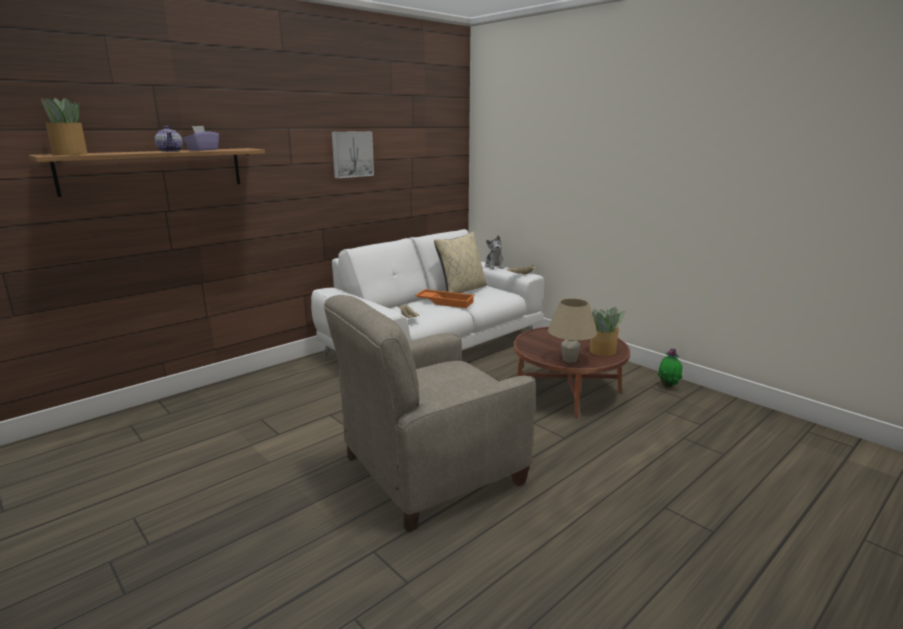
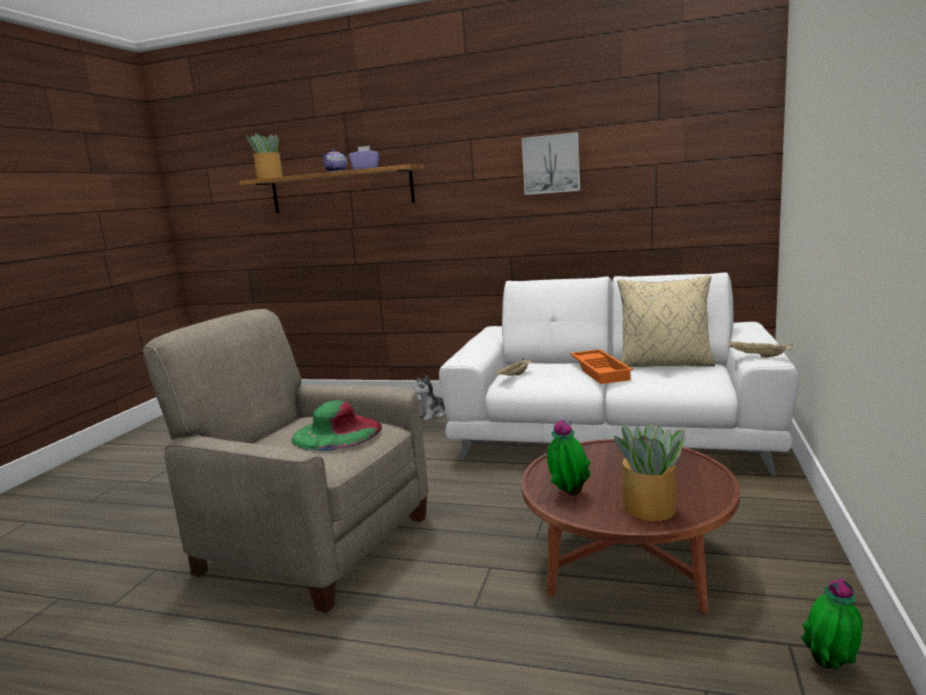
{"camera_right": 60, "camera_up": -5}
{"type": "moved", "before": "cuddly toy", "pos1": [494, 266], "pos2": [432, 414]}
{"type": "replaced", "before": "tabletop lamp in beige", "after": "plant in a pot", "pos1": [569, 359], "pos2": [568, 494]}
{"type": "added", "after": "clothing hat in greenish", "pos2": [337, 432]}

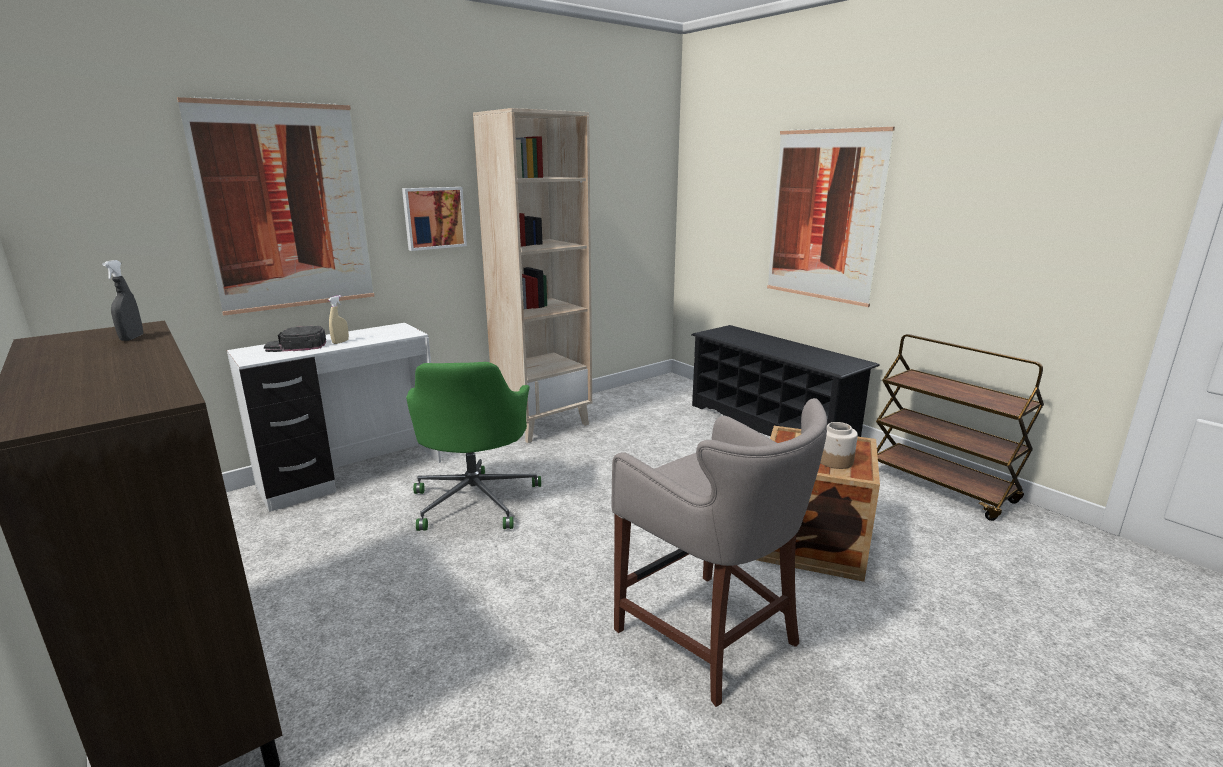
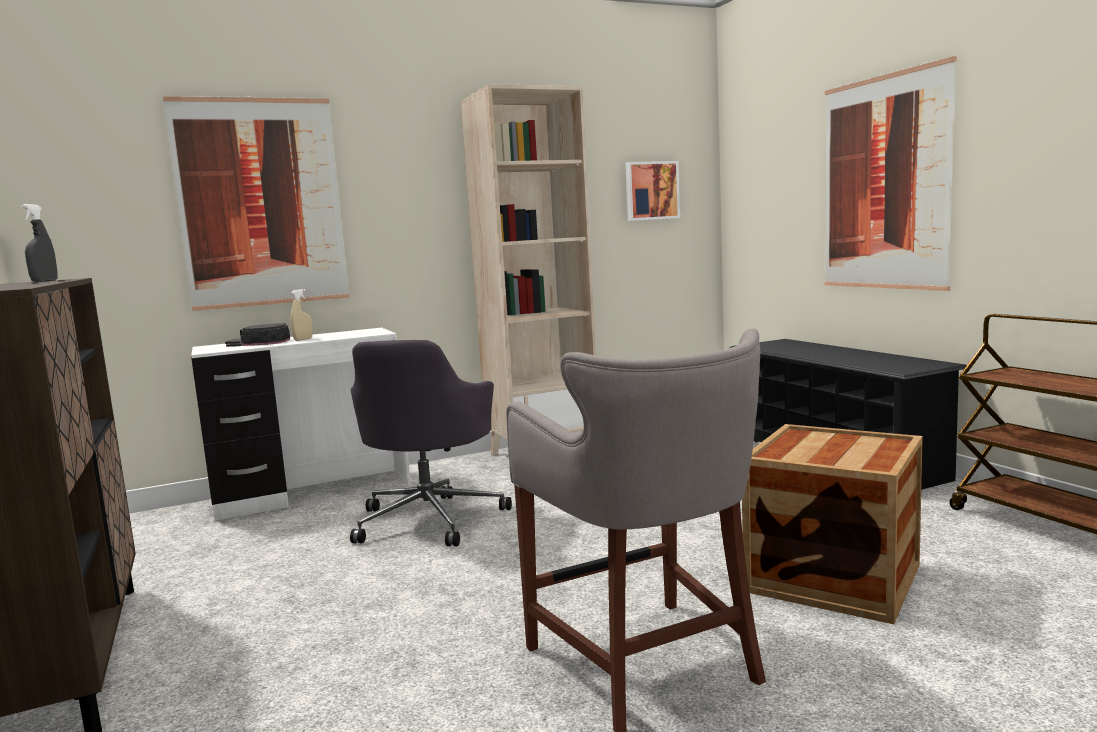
{"camera_right": 15, "camera_up": -10}
{"type": "moved", "before": "picture", "pos1": [434, 218], "pos2": [651, 191]}
{"type": "recoloured", "before": "computer chair in greenish", "after": "computer chair in grey", "pos1": [475, 499], "pos2": [430, 519]}
{"type": "removed", "before": "jar", "pos1": [835, 461]}

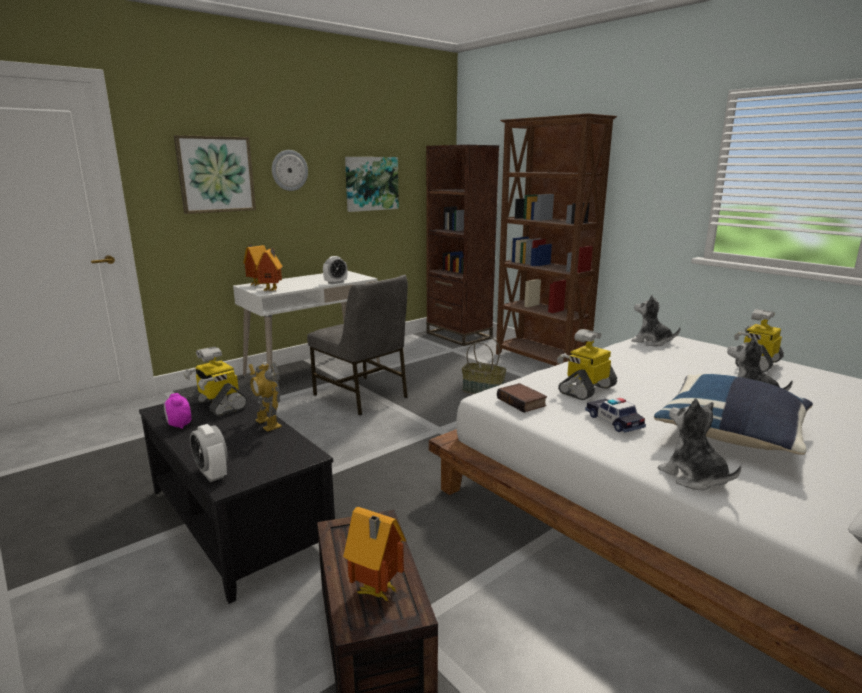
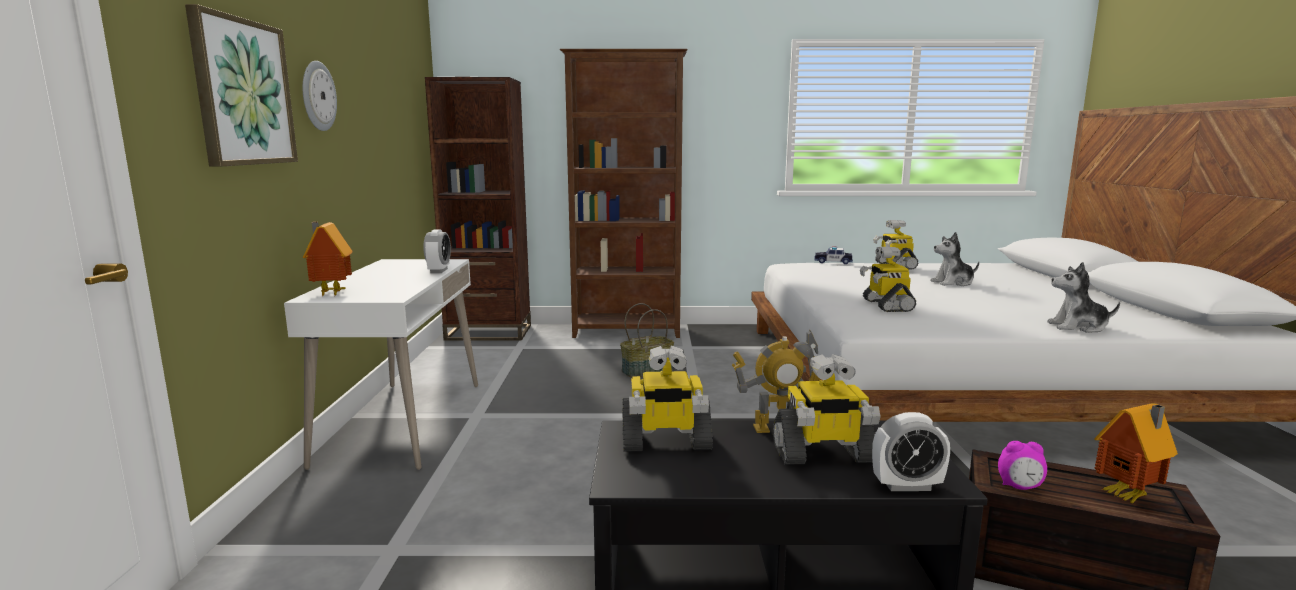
{"camera_right": -50, "camera_up": -5}
{"type": "removed", "before": "picture", "pos1": [371, 183]}
{"type": "removed", "before": "model house", "pos1": [272, 290]}
{"type": "removed", "before": "plain chair in grey", "pos1": [362, 396]}
{"type": "removed", "before": "cuddly toy", "pos1": [651, 342]}
{"type": "removed", "before": "cushion in blue-coloured", "pos1": [731, 435]}
{"type": "removed", "before": "volume", "pos1": [522, 402]}
{"type": "moved", "before": "alarm clock", "pos1": [179, 425], "pos2": [1019, 487]}
{"type": "moved", "before": "toy car", "pos1": [614, 421], "pos2": [833, 262]}
{"type": "added", "after": "model robot", "pos2": [823, 454]}

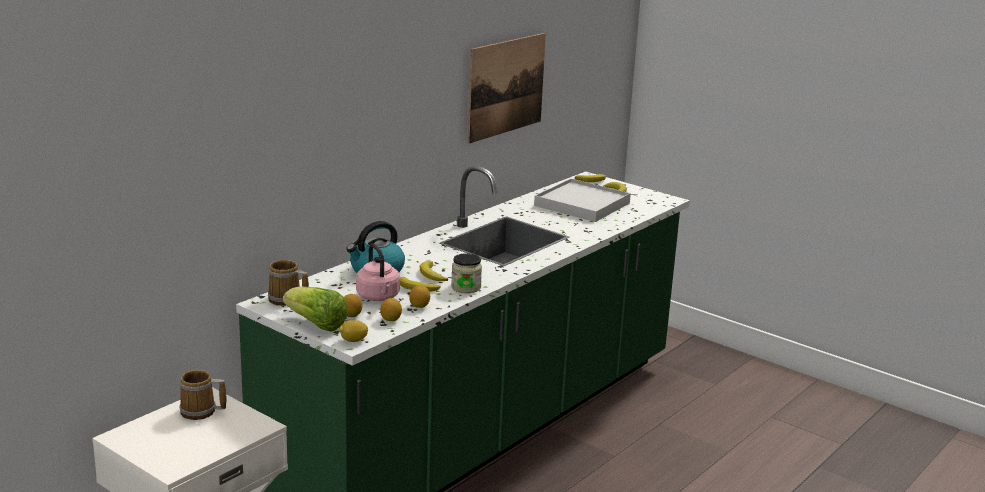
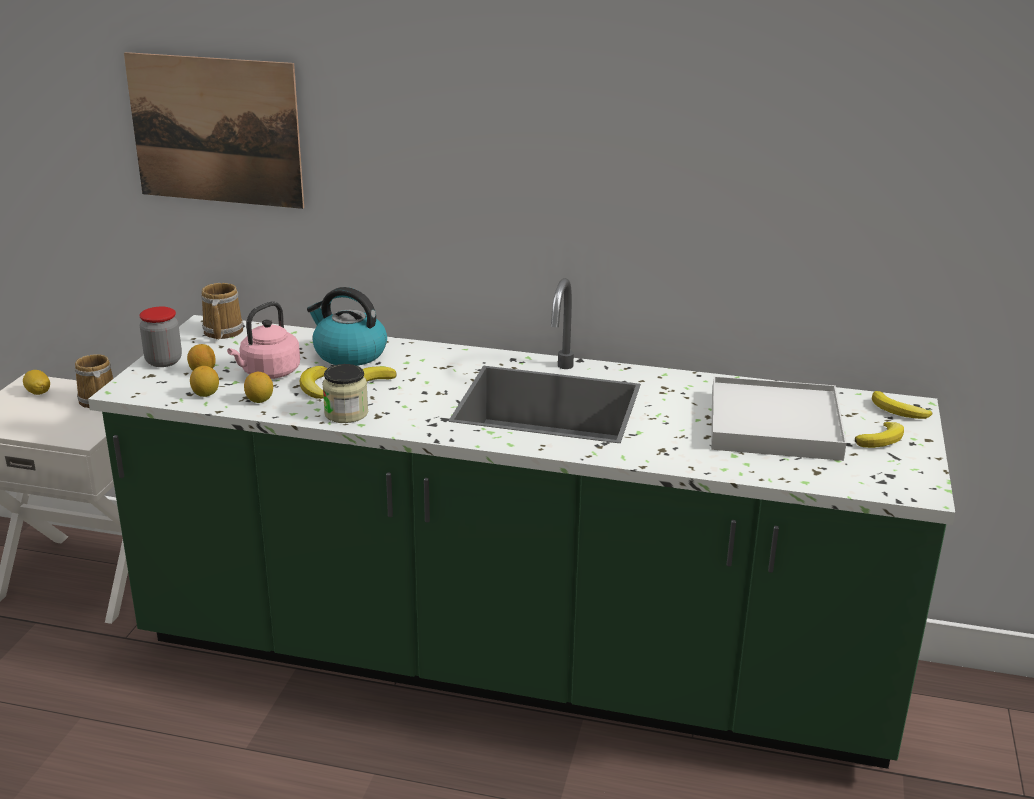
{"camera_right": 65, "camera_up": 5}
{"type": "moved", "before": "picture", "pos1": [506, 86], "pos2": [215, 130]}
{"type": "replaced", "before": "lettuce", "after": "jar", "pos1": [316, 324], "pos2": [163, 361]}
{"type": "moved", "before": "lemon", "pos1": [353, 340], "pos2": [38, 392]}

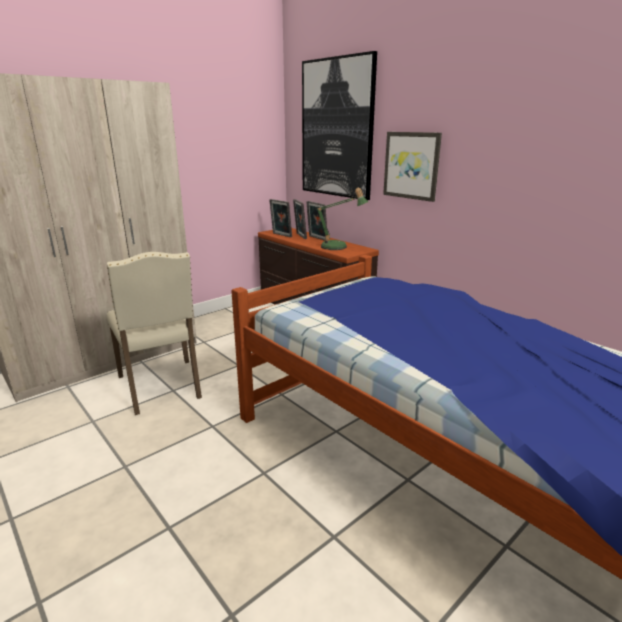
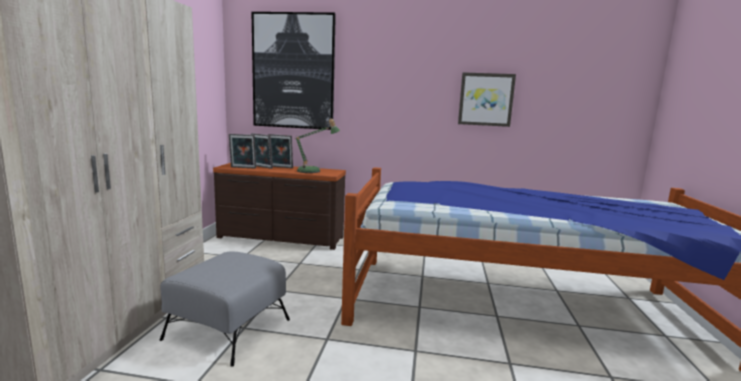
{"camera_right": -40, "camera_up": -10}
{"type": "moved", "before": "picture", "pos1": [411, 165], "pos2": [486, 99]}
{"type": "replaced", "before": "plain chair in beige", "after": "footrest in grey", "pos1": [161, 387], "pos2": [227, 329]}

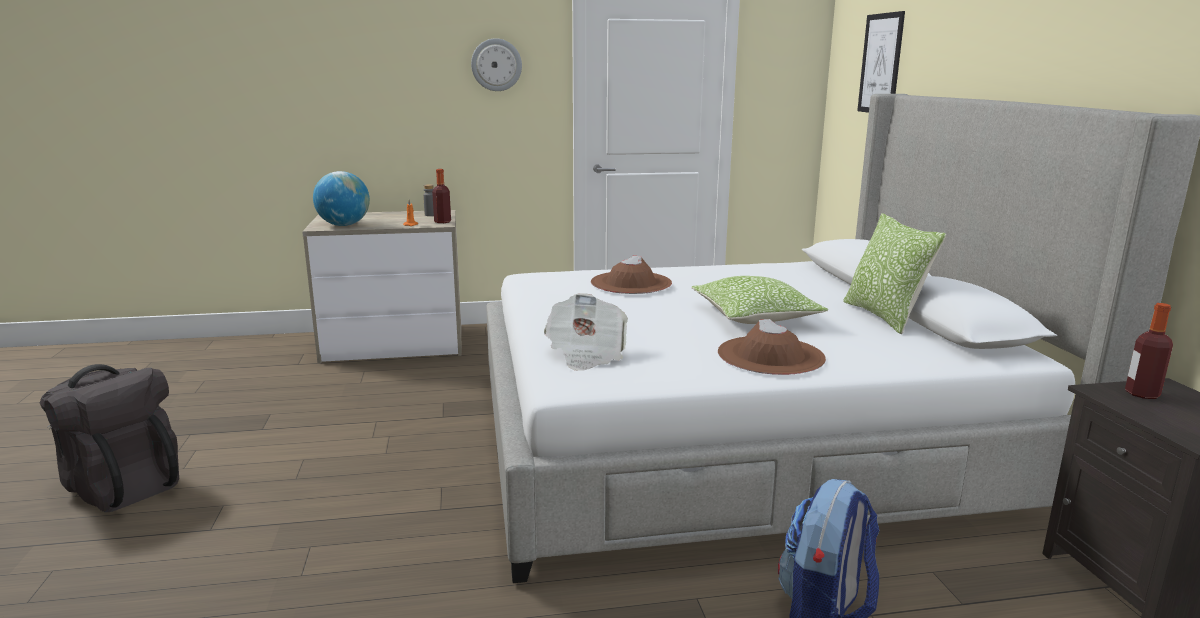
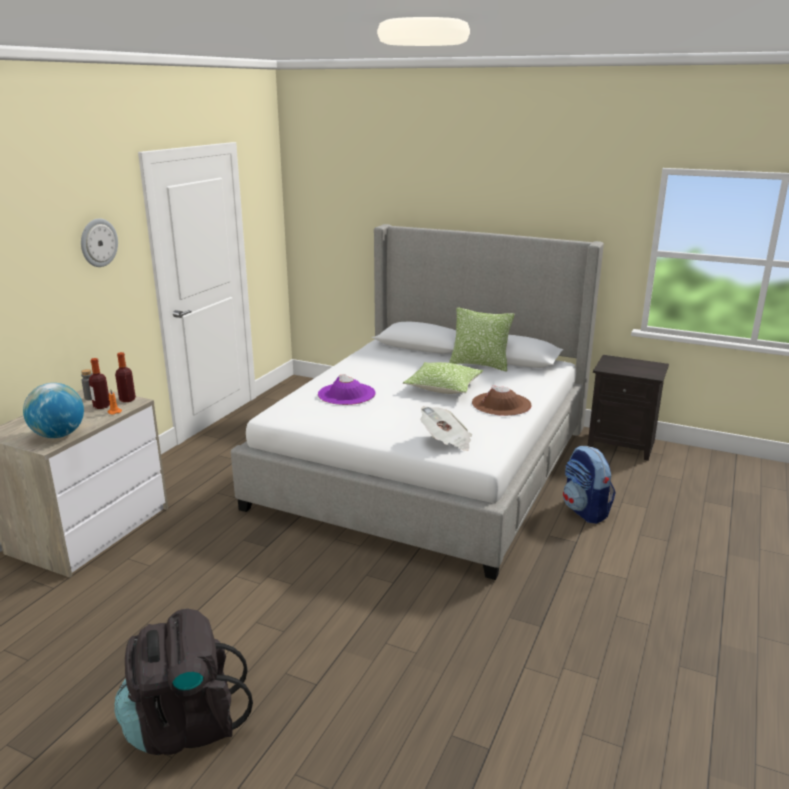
{"camera_right": -55, "camera_up": 5}
{"type": "removed", "before": "picture", "pos1": [880, 64]}
{"type": "recoloured", "before": "clothing hat in brown", "after": "clothing hat in purple", "pos1": [631, 283], "pos2": [346, 394]}
{"type": "moved", "before": "beverage bottle", "pos1": [1142, 394], "pos2": [101, 406]}

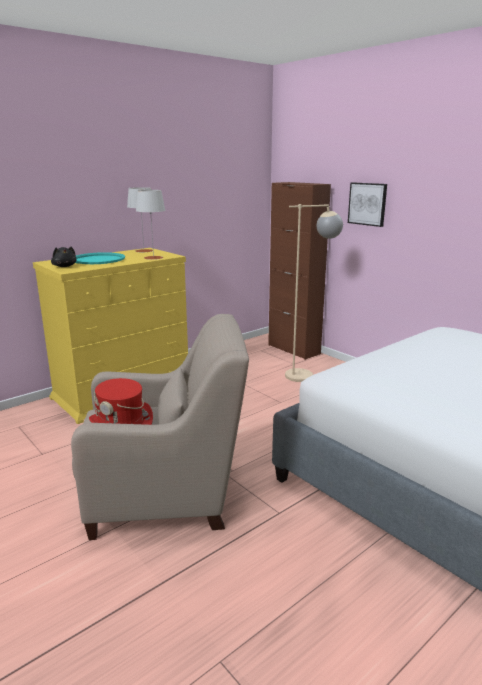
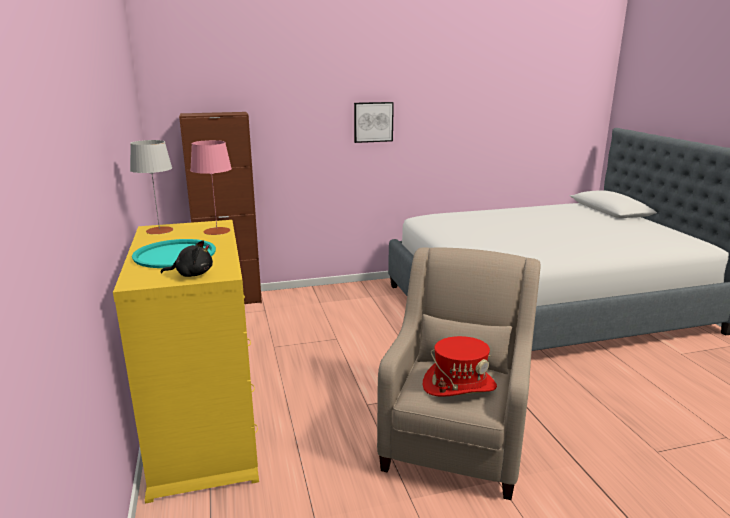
{"camera_right": -65, "camera_up": 0}
{"type": "moved", "before": "picture", "pos1": [367, 204], "pos2": [373, 122]}
{"type": "recoloured", "before": "tabletop lamp in grey", "after": "tabletop lamp in pinkish", "pos1": [153, 258], "pos2": [217, 231]}
{"type": "removed", "before": "standing lamp in beige", "pos1": [308, 375]}

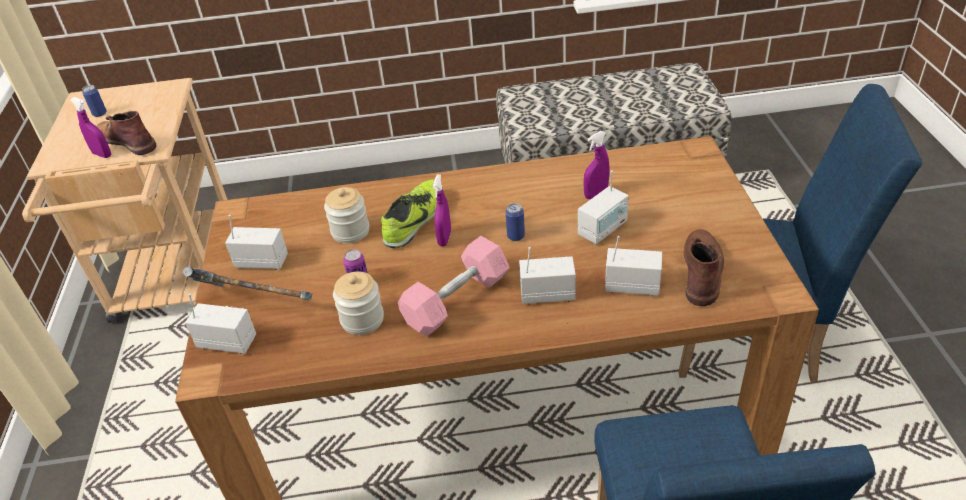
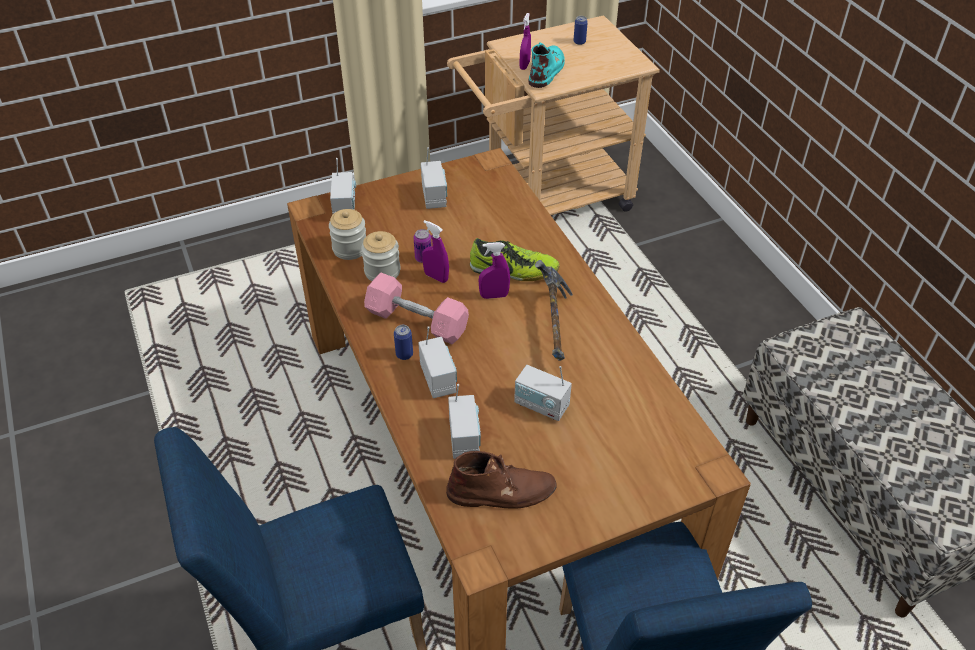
{"camera_right": 70, "camera_up": 5}
{"type": "recoloured", "before": "high-top boot in brown", "after": "high-top boot in blue-green", "pos1": [127, 140], "pos2": [547, 70]}
{"type": "moved", "before": "hand sprayer in purple", "pos1": [596, 194], "pos2": [436, 277]}
{"type": "moved", "before": "jar", "pos1": [350, 231], "pos2": [350, 248]}
{"type": "moved", "before": "metal can", "pos1": [516, 236], "pos2": [404, 354]}
{"type": "moved", "before": "hammer", "pos1": [254, 304], "pos2": [553, 327]}

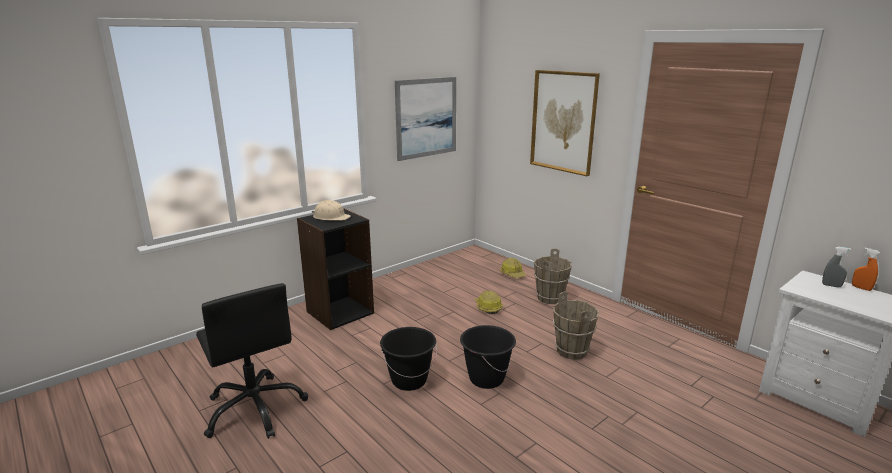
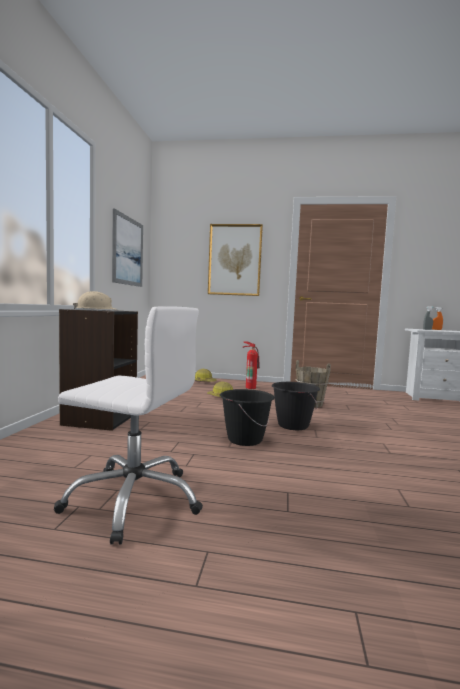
{"camera_right": -40, "camera_up": -15}
{"type": "replaced", "before": "bucket in brown", "after": "fire extinguisher", "pos1": [550, 298], "pos2": [250, 387]}
{"type": "recoloured", "before": "computer chair in black", "after": "computer chair in white", "pos1": [255, 408], "pos2": [134, 500]}

